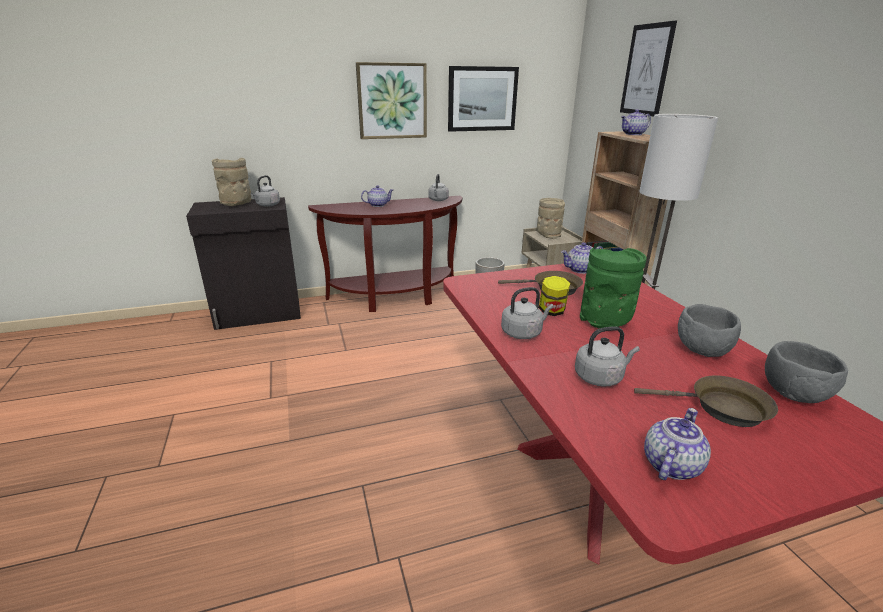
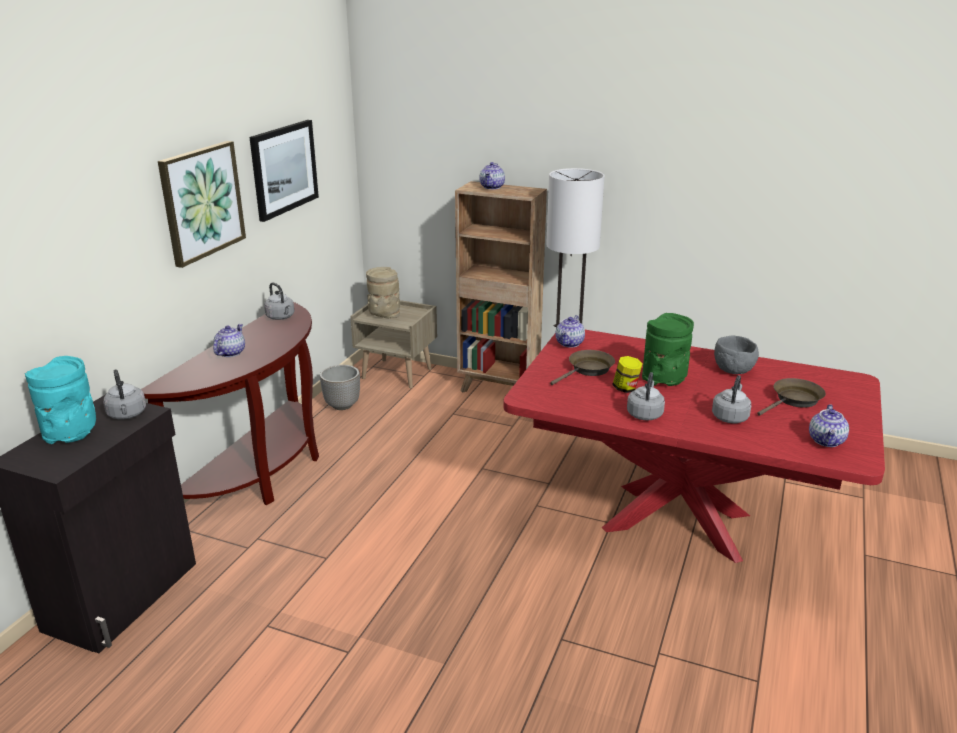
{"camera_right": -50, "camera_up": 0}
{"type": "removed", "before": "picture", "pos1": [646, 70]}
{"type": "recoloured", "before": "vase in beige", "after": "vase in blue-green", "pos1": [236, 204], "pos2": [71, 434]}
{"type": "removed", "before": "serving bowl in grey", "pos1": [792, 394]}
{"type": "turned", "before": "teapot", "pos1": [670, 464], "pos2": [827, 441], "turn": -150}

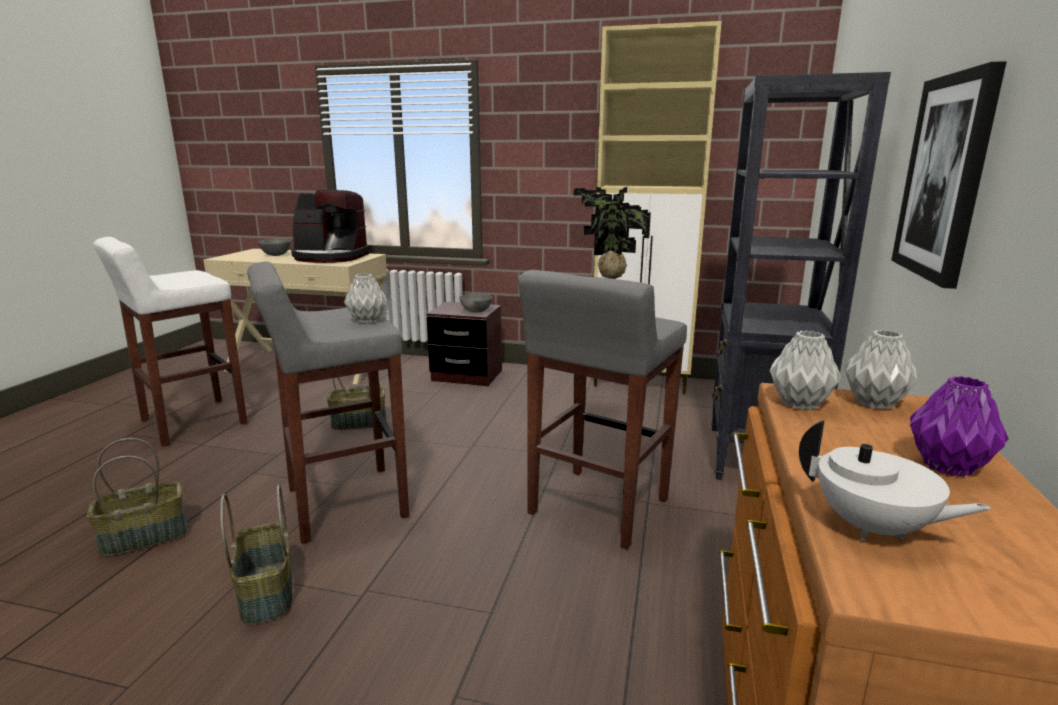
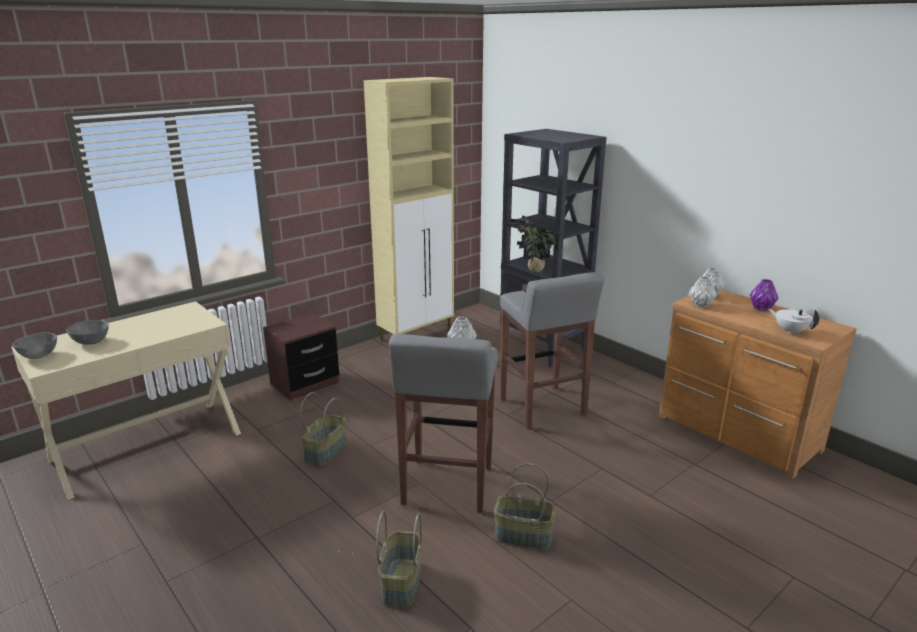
{"camera_right": -55, "camera_up": 5}
{"type": "removed", "before": "picture", "pos1": [945, 177]}
{"type": "removed", "before": "coffee maker", "pos1": [330, 257]}
{"type": "removed", "before": "sitting stool in white", "pos1": [191, 422]}
{"type": "moved", "before": "serving bowl in grey", "pos1": [475, 311], "pos2": [38, 356]}
{"type": "turned", "before": "teapot in white", "pos1": [872, 528], "pos2": [790, 331], "turn": -120}

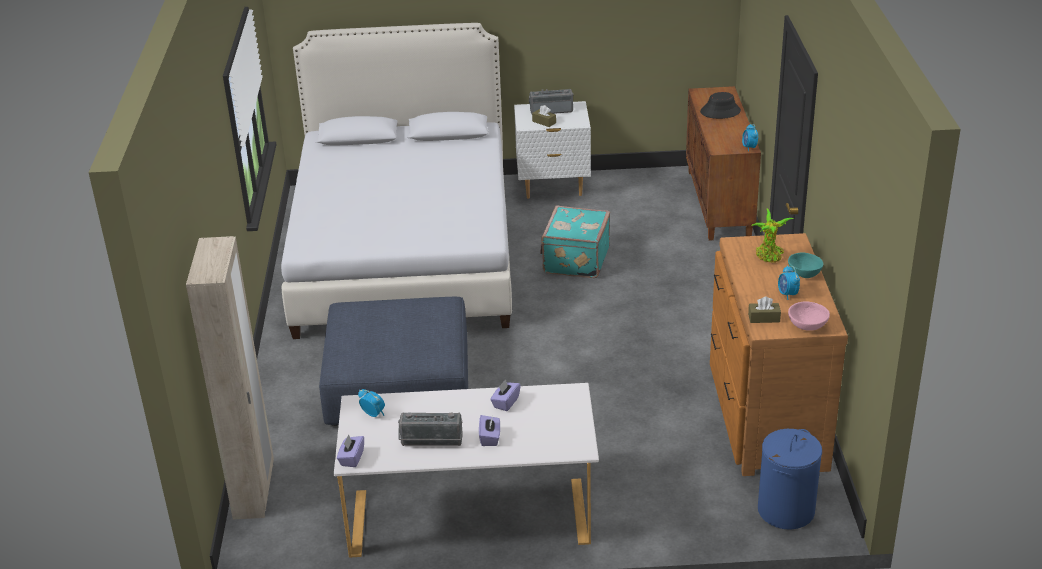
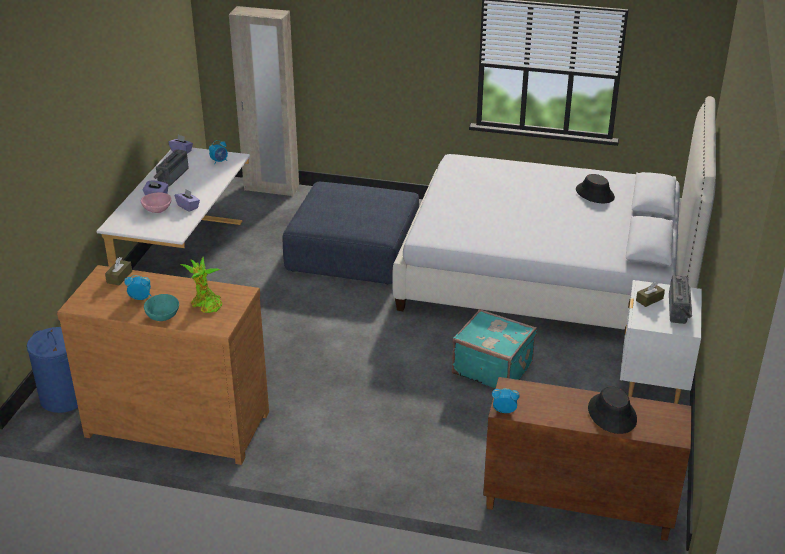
{"camera_right": 105, "camera_up": 0}
{"type": "moved", "before": "serving bowl in pinkish", "pos1": [808, 325], "pos2": [157, 210]}
{"type": "added", "after": "clothing hat in black", "pos2": [595, 193]}

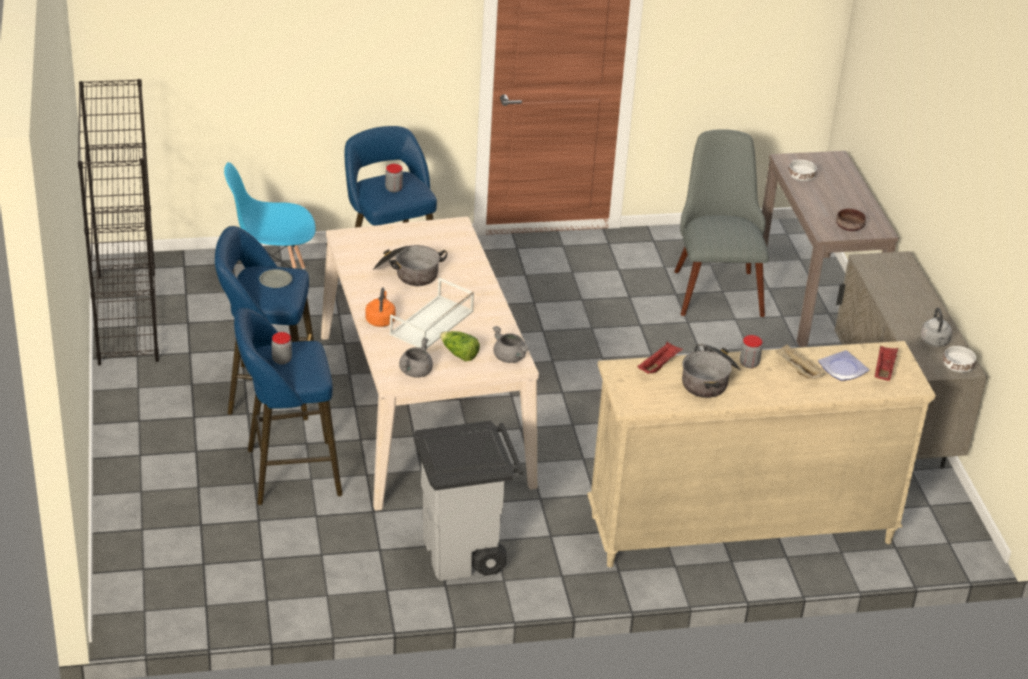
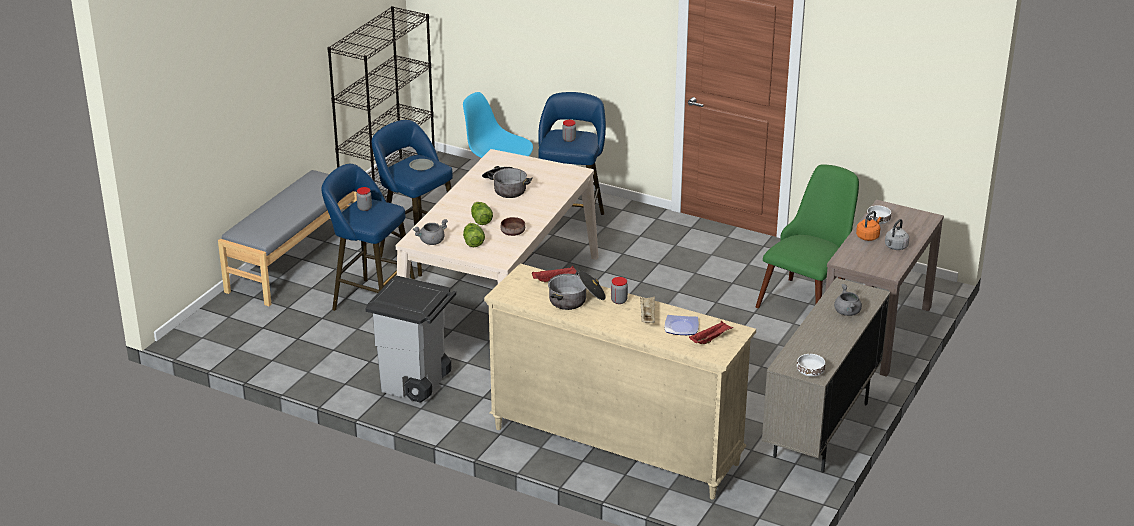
{"camera_right": 40, "camera_up": -5}
{"type": "recoloured", "before": "plain chair in grey", "after": "plain chair in greenish", "pos1": [715, 285], "pos2": [808, 297]}
{"type": "moved", "before": "serving bowl in brown", "pos1": [849, 226], "pos2": [513, 232]}
{"type": "replaced", "before": "serving tray in white", "after": "lettuce", "pos1": [432, 324], "pos2": [480, 220]}
{"type": "moved", "before": "tea kettle in orangey", "pos1": [380, 320], "pos2": [868, 236]}
{"type": "moved", "before": "tea kettle in grey", "pos1": [934, 342], "pos2": [895, 247]}
{"type": "moved", "before": "saucepot in grey", "pos1": [510, 358], "pos2": [847, 312]}
{"type": "added", "after": "long seat in grey", "pos2": [293, 261]}

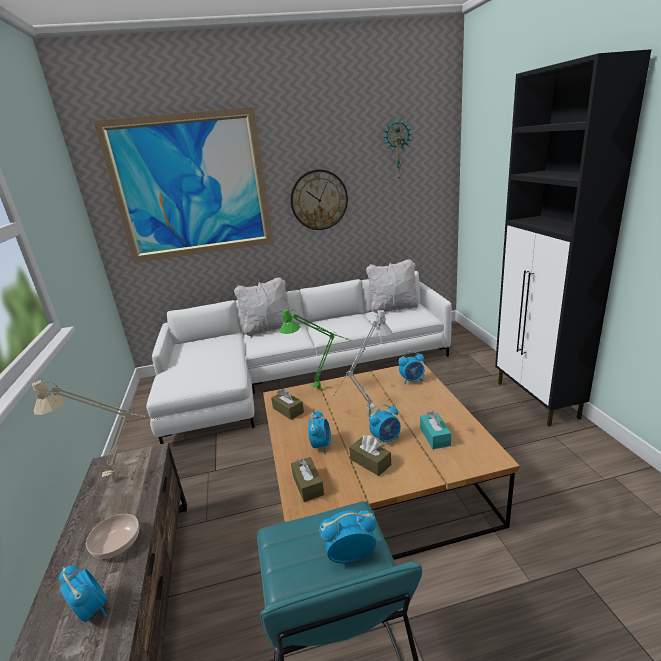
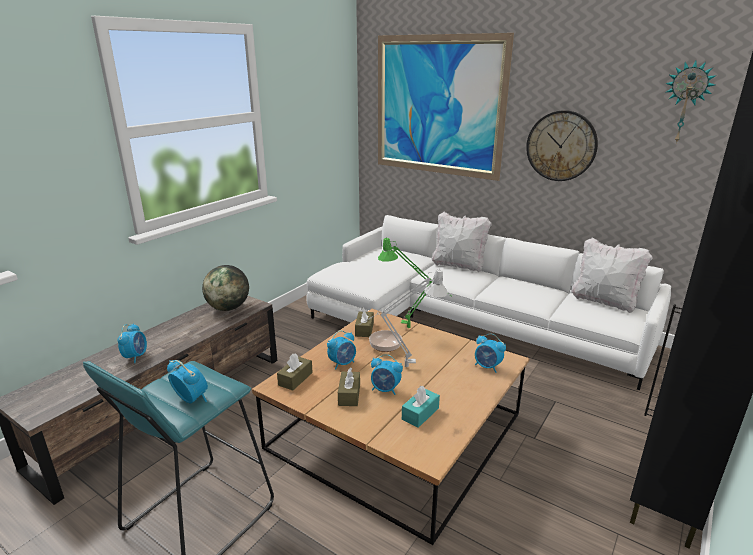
{"camera_right": 45, "camera_up": 0}
{"type": "replaced", "before": "tabletop lamp in beige", "after": "desk globe", "pos1": [122, 477], "pos2": [228, 308]}
{"type": "moved", "before": "serving bowl", "pos1": [117, 543], "pos2": [385, 347]}

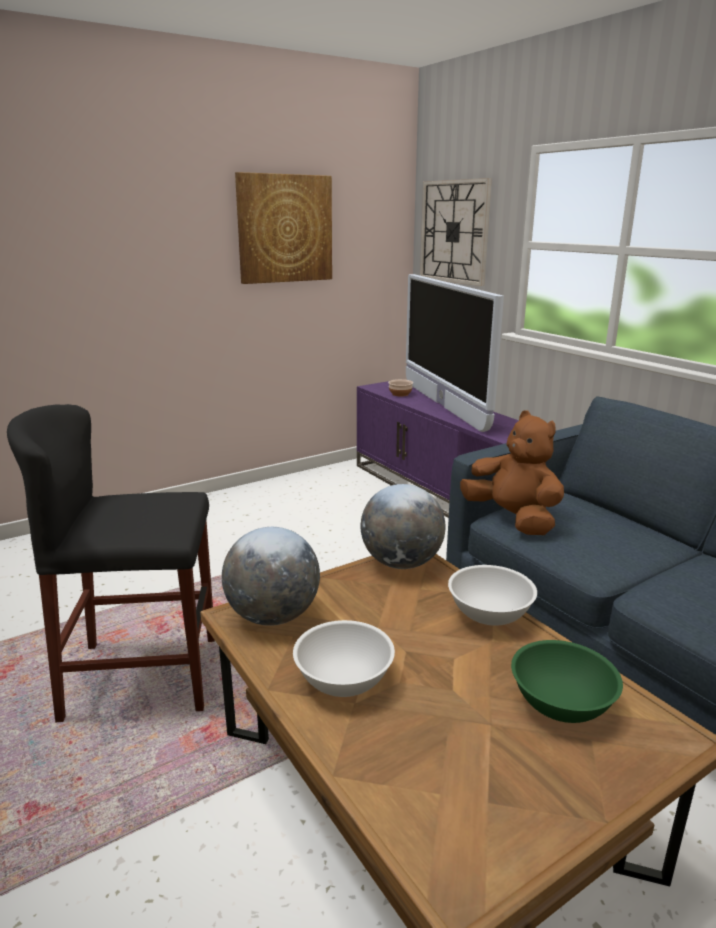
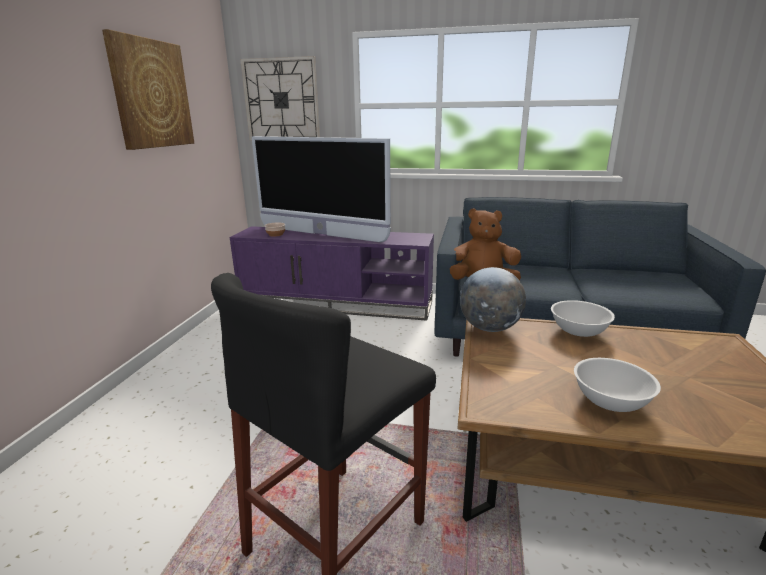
{"camera_right": -45, "camera_up": 0}
{"type": "removed", "before": "desk globe", "pos1": [273, 616]}
{"type": "removed", "before": "serving bowl in greenish", "pos1": [560, 704]}

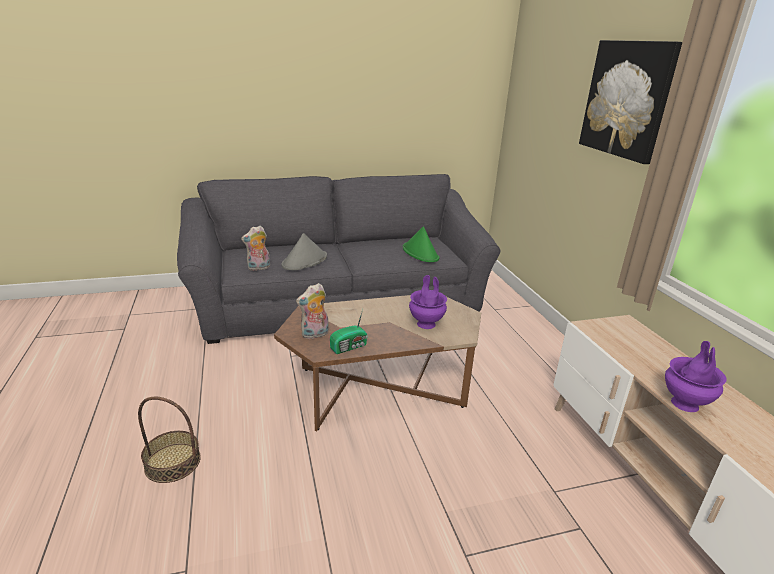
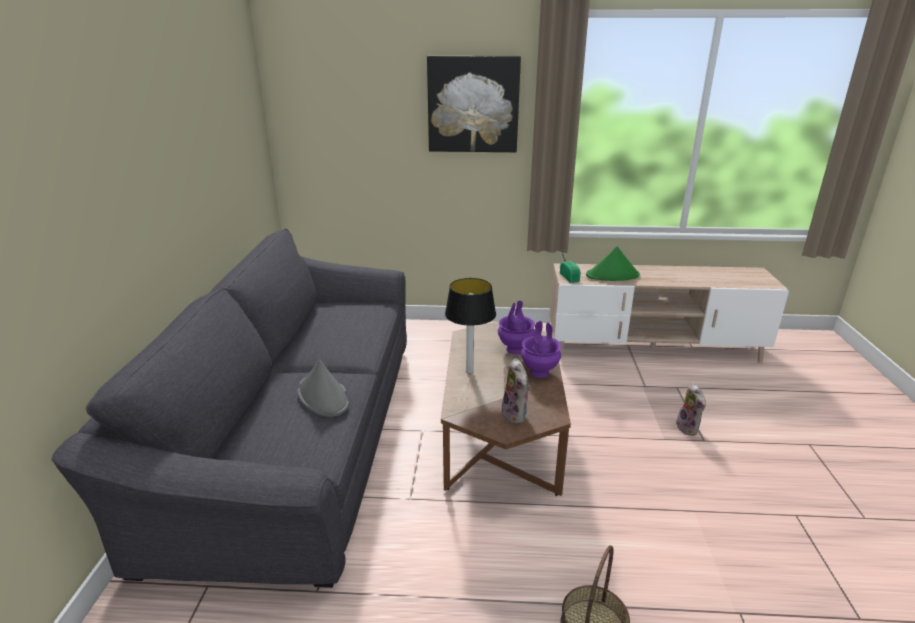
{"camera_right": -70, "camera_up": 0}
{"type": "moved", "before": "cuddly toy", "pos1": [258, 268], "pos2": [689, 428]}
{"type": "moved", "before": "clothing hat in greenish", "pos1": [420, 253], "pos2": [612, 275]}
{"type": "moved", "before": "radio set", "pos1": [350, 347], "pos2": [569, 277]}
{"type": "moved", "before": "vase in purple", "pos1": [685, 404], "pos2": [540, 372]}
{"type": "added", "after": "tabletop lamp", "pos2": [469, 371]}

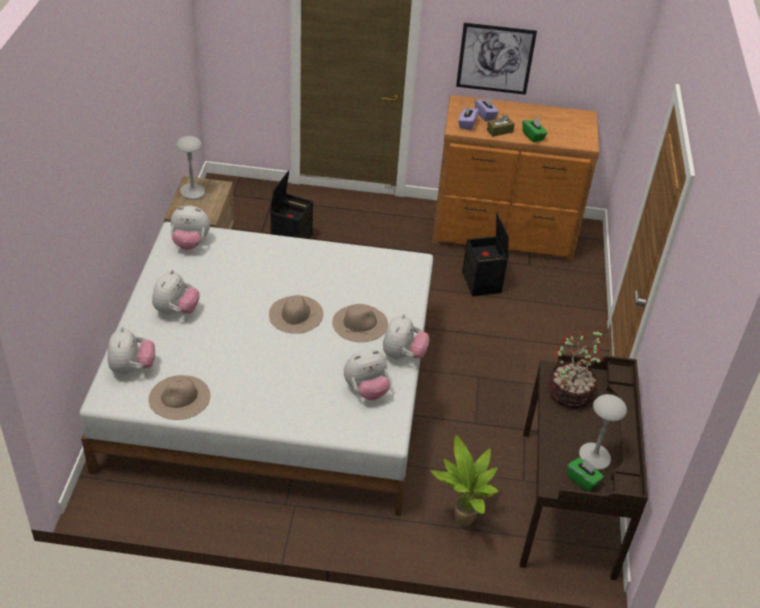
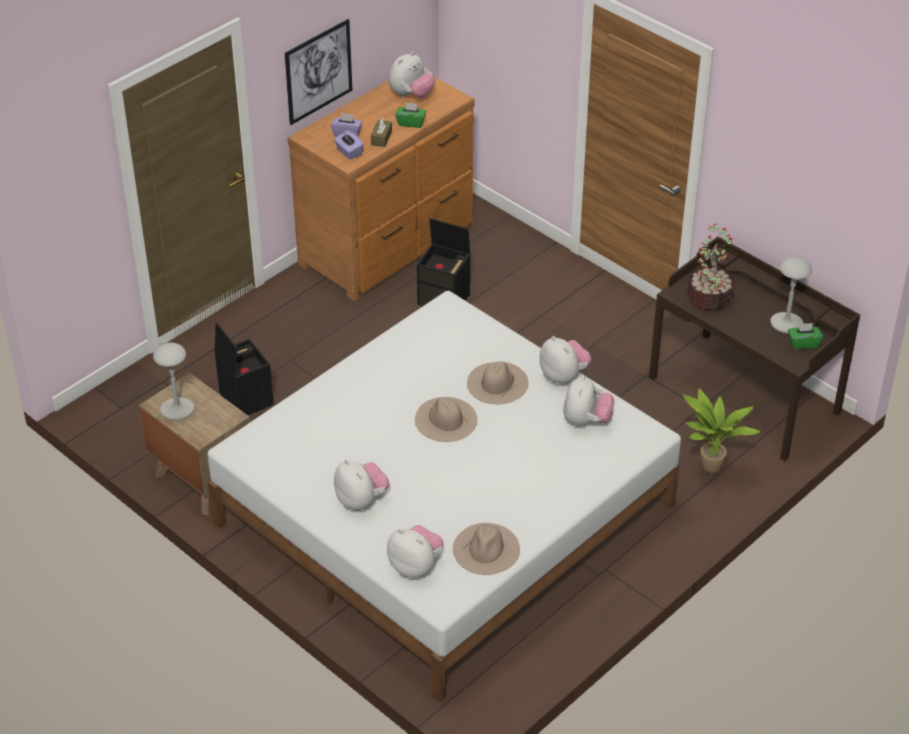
{"camera_right": -50, "camera_up": 0}
{"type": "moved", "before": "cuddly toy", "pos1": [190, 243], "pos2": [411, 95]}

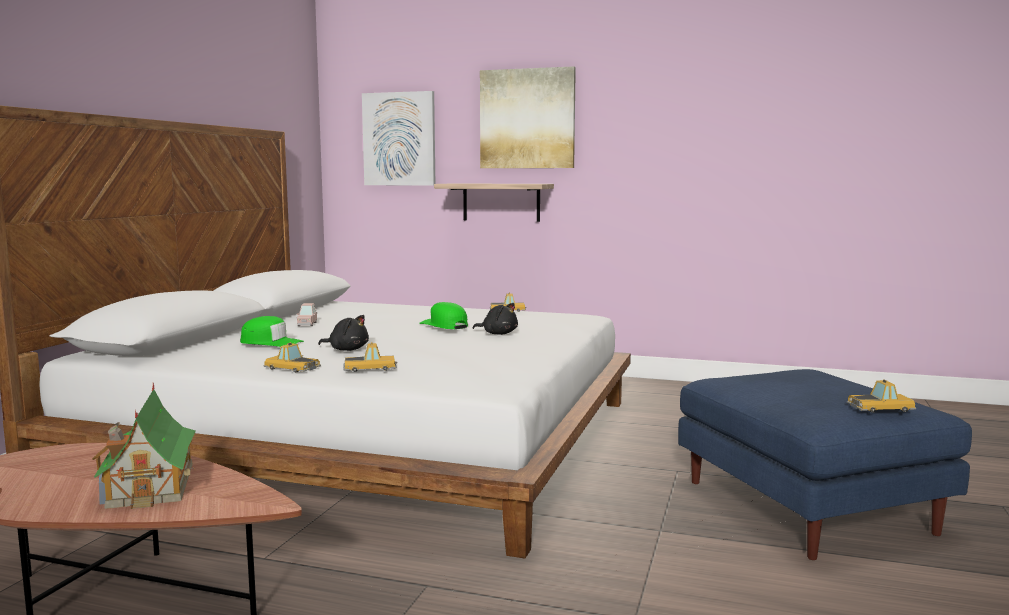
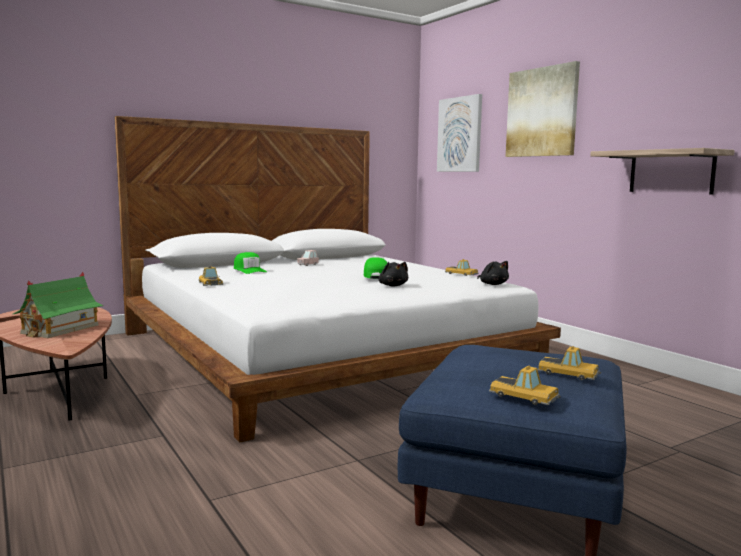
{"camera_right": 40, "camera_up": 0}
{"type": "moved", "before": "shelf", "pos1": [501, 202], "pos2": [671, 172]}
{"type": "moved", "before": "cuddly toy in black", "pos1": [347, 349], "pos2": [493, 284]}
{"type": "moved", "before": "toy car", "pos1": [370, 368], "pos2": [569, 373]}

